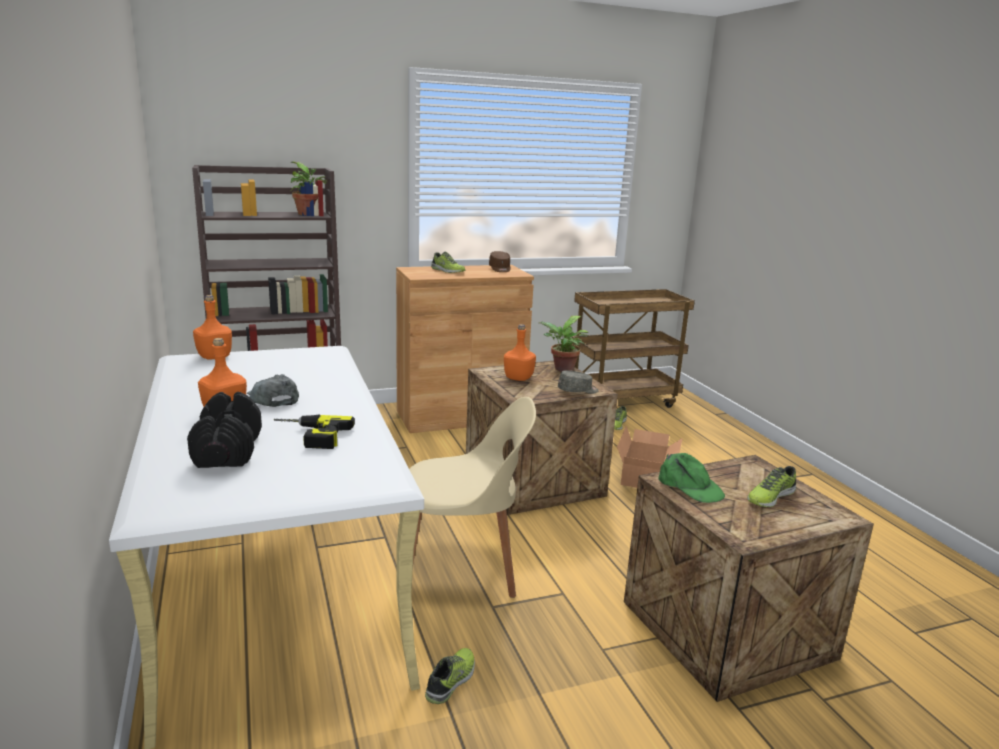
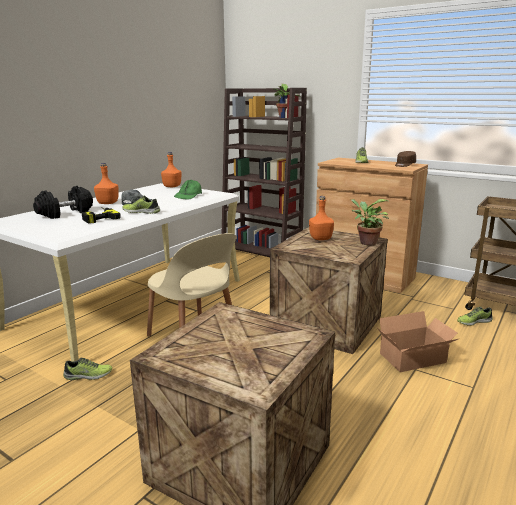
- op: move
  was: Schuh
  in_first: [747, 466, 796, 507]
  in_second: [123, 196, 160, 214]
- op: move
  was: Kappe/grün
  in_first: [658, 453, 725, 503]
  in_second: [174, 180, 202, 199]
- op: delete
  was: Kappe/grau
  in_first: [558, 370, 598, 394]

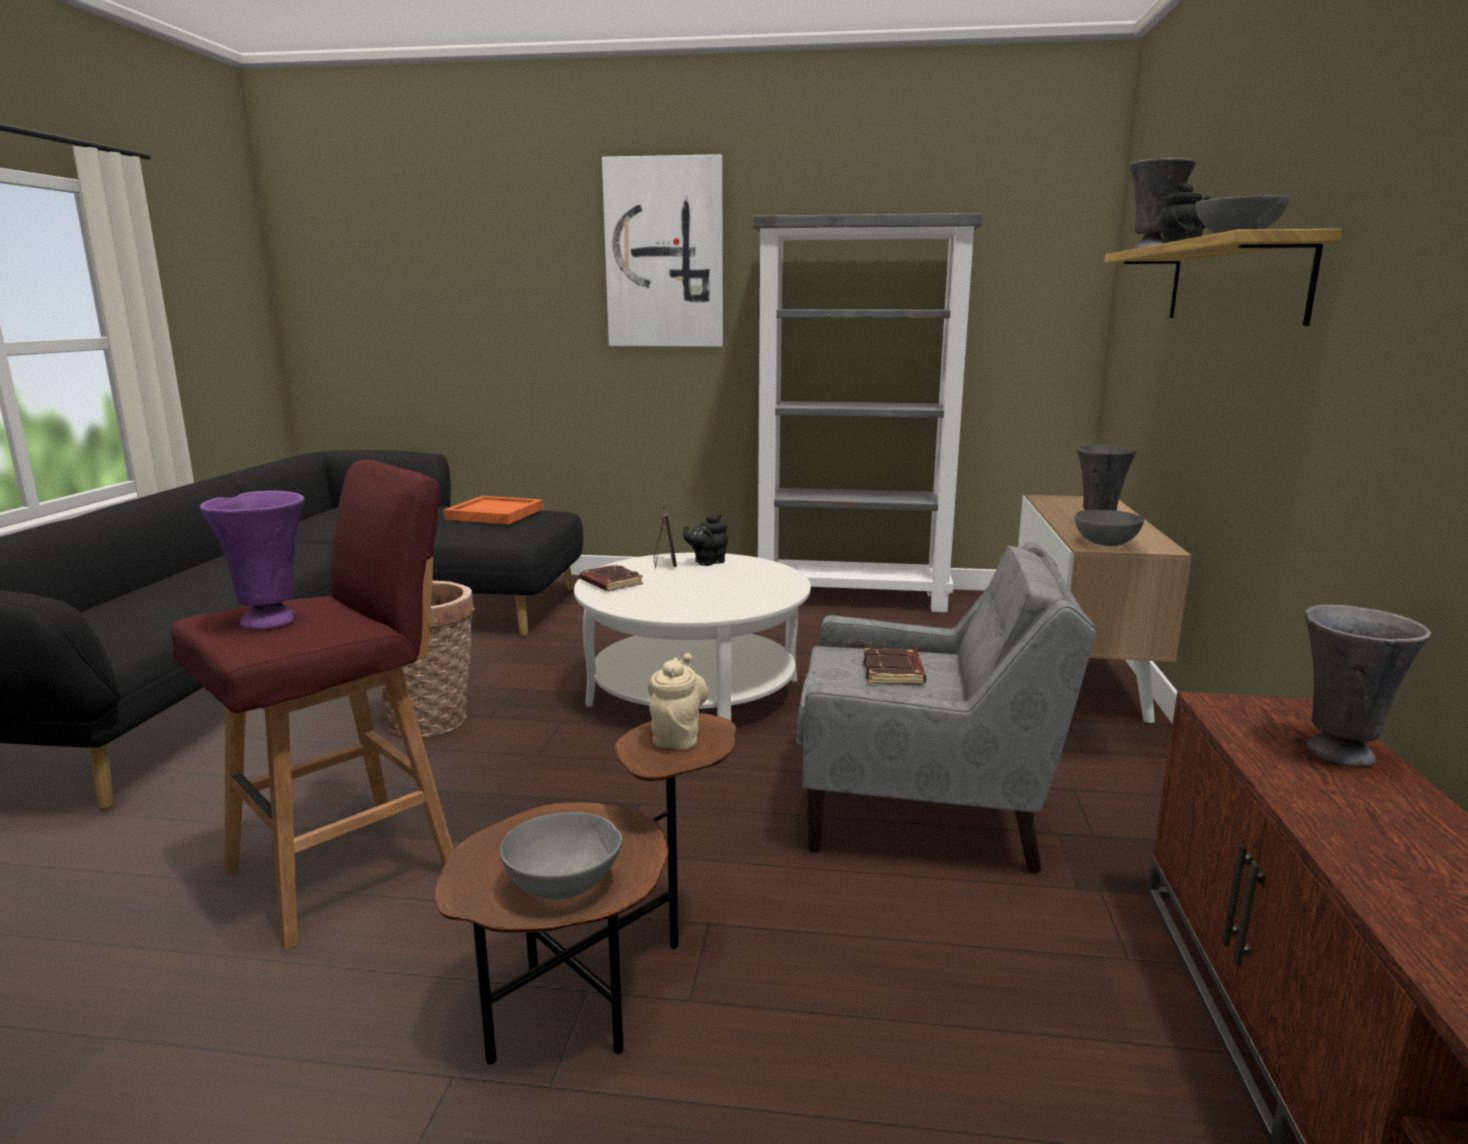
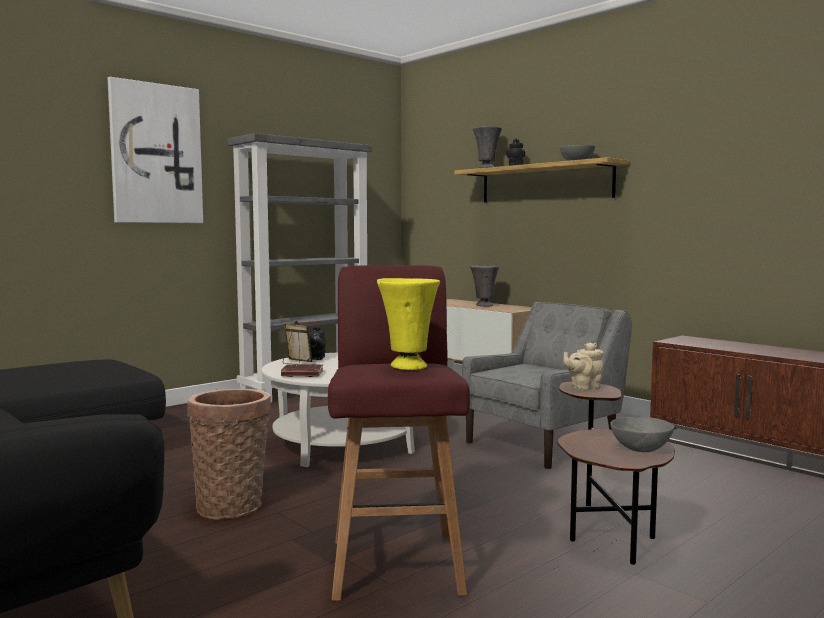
- op: recolor
  was: Vase/lila
  now: Vase/gelb
  in_first: [199, 491, 305, 630]
  in_second: [377, 278, 440, 370]
- op: rotate
  was: Teekanne/beige
  in_first: [648, 653, 708, 749]
  in_second: [563, 343, 604, 391]
  clockwise: -75
- op: delete
  was: Tablett/orange
  in_first: [443, 496, 543, 525]
- op: delete
  was: Buch/braun
  in_first: [863, 648, 926, 685]
- op: delete
  was: Schüssel/grau
  in_first: [1074, 510, 1144, 546]
- op: delete
  was: Vase/grau
  in_first: [1305, 604, 1431, 767]

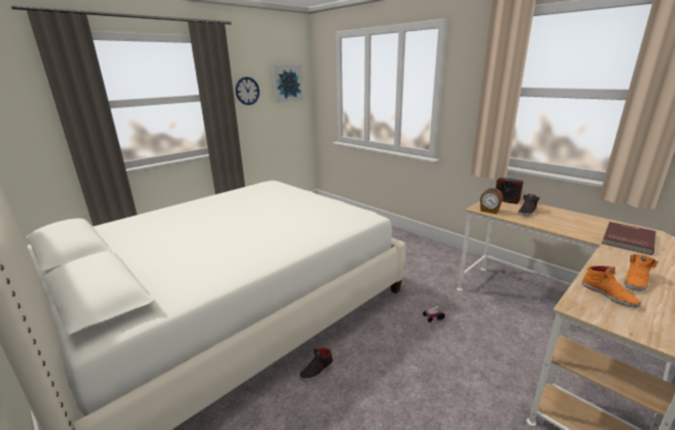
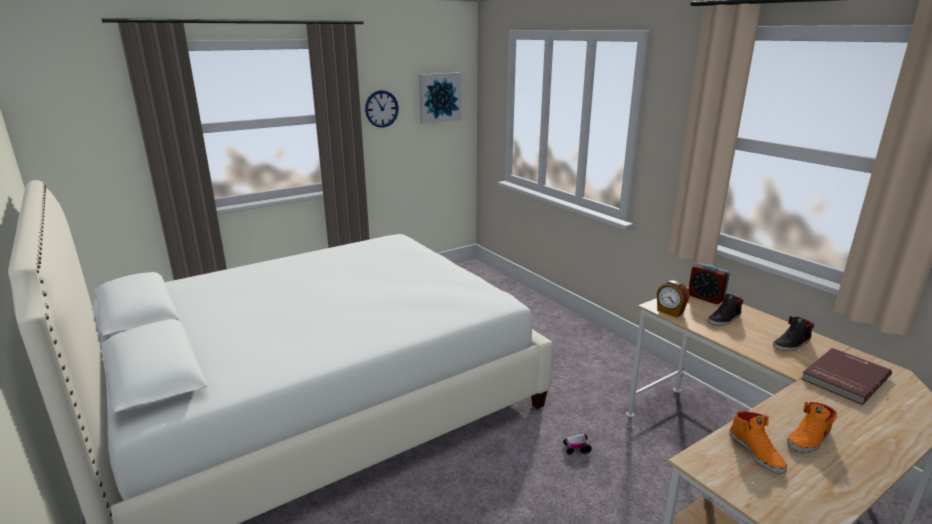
- op: move
  was: Schuh/schwarz
  in_first: [299, 348, 333, 381]
  in_second: [773, 316, 814, 351]

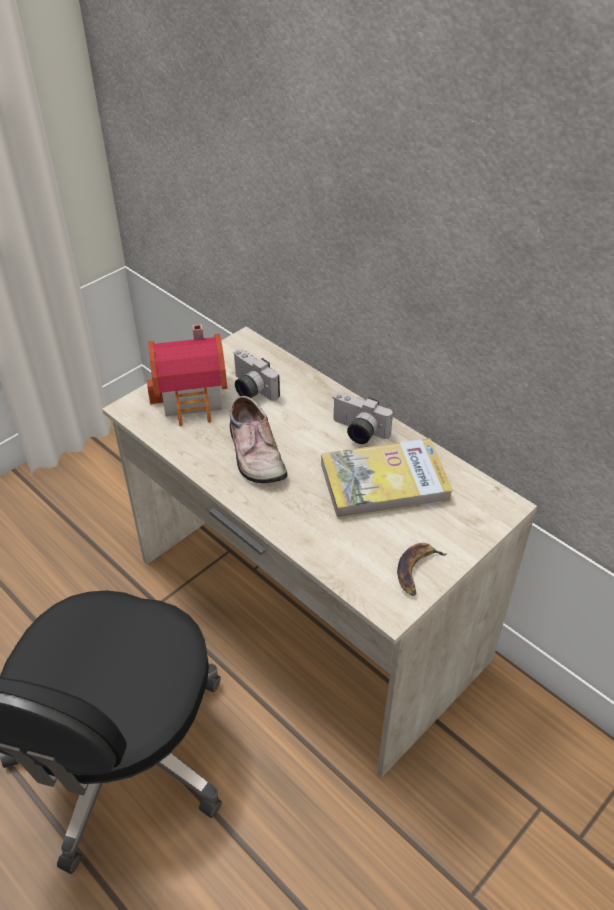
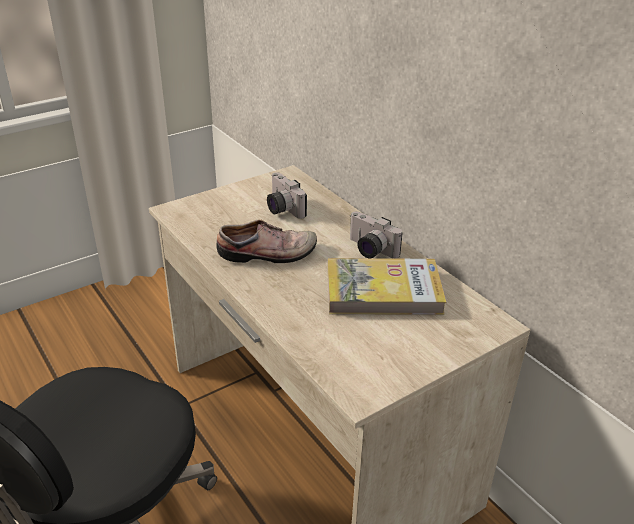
- op: rotate
  was: Schuh
  in_first: [230, 396, 288, 483]
  in_second: [216, 219, 317, 263]
  clockwise: -90
- op: delete
  was: Spielzeughaus
  in_first: [147, 324, 227, 426]
- op: delete
  was: Banane
  in_first: [397, 543, 448, 596]

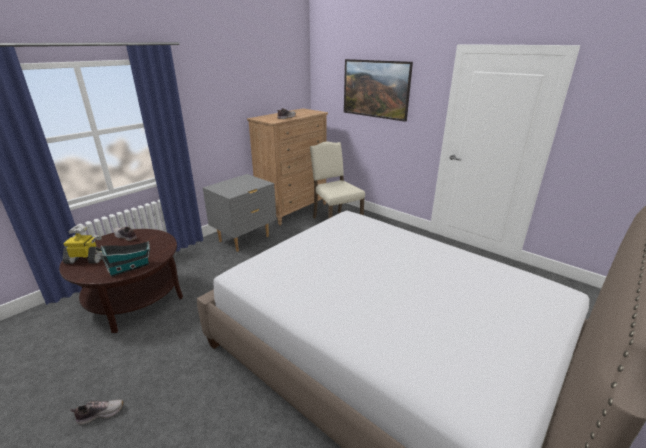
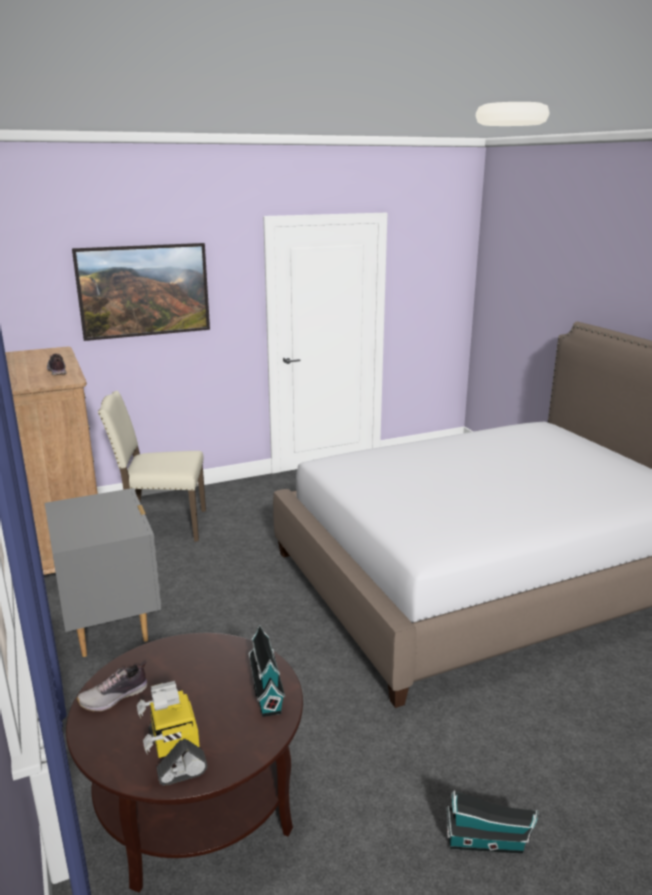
- op: rotate
  was: Spielzeugroboter
  in_first: [62, 225, 104, 264]
  in_second: [137, 681, 208, 786]
  clockwise: -45
- op: replace
  was: Schuh
  now: Spielzeughaus
  in_first: [70, 399, 124, 425]
  in_second: [447, 790, 539, 854]

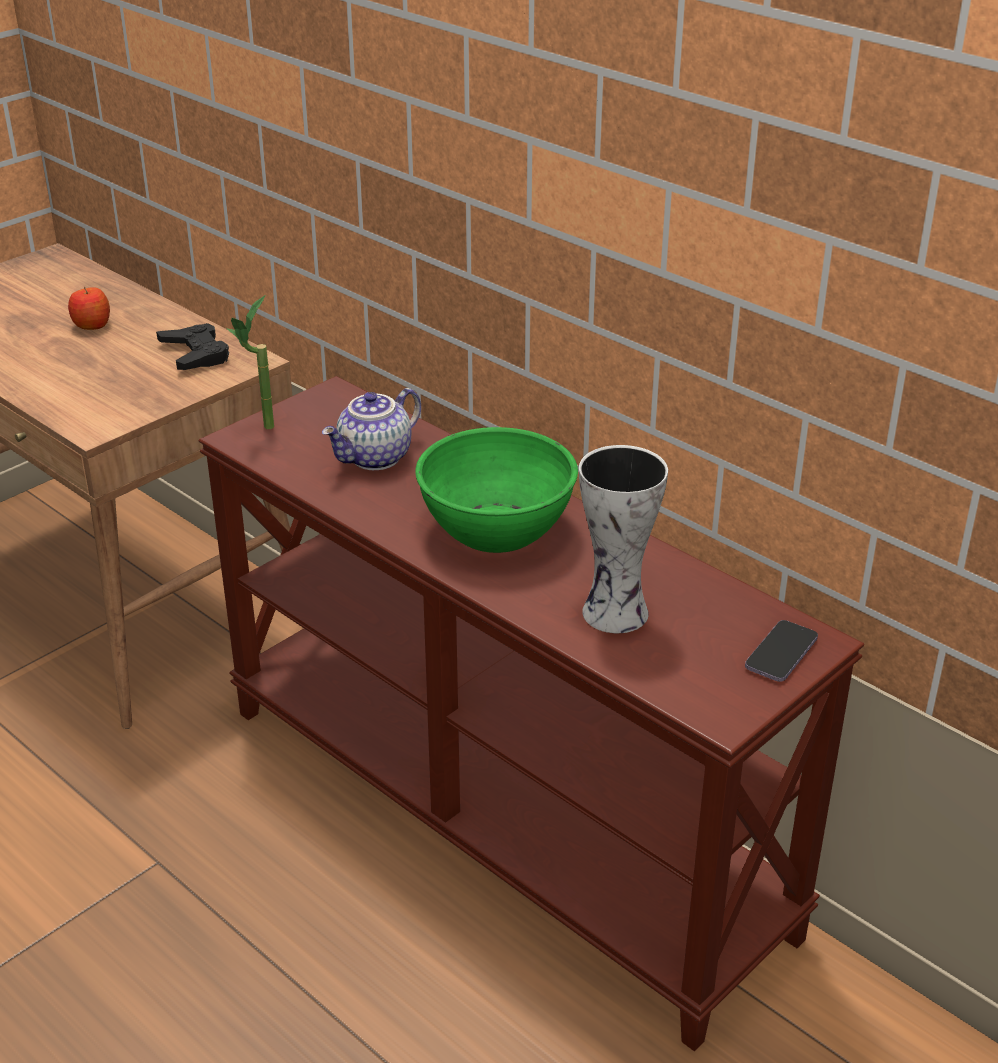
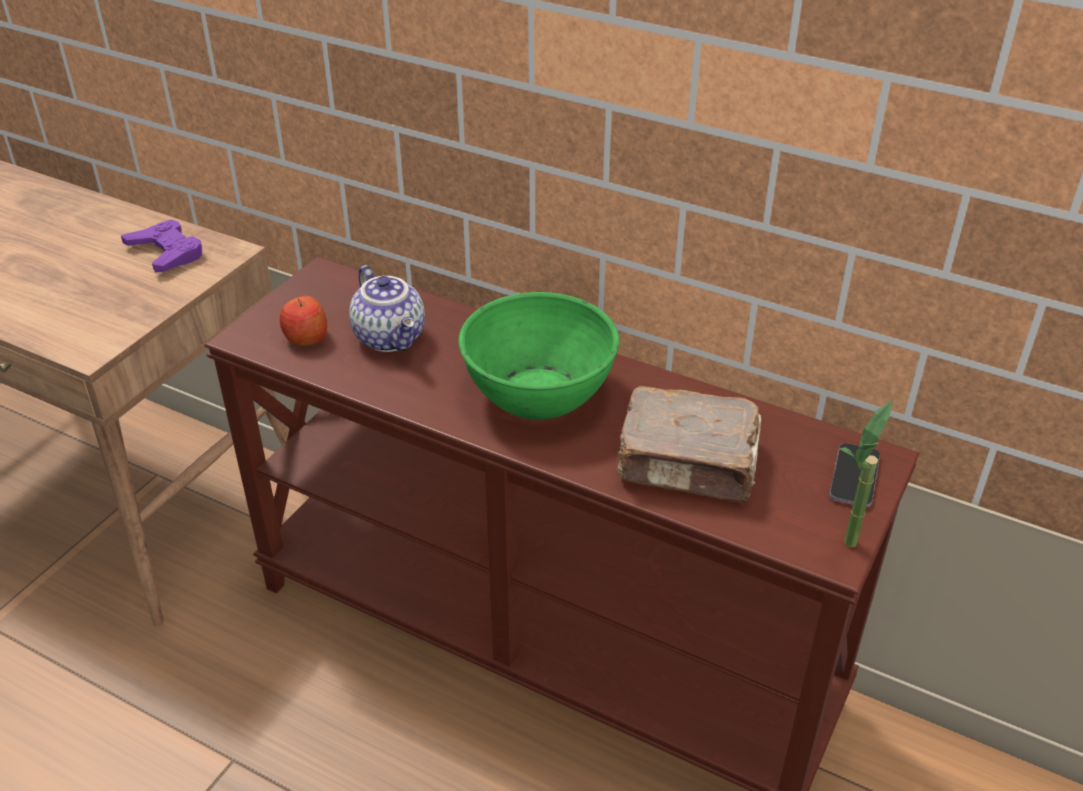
- op: recolor
  was: Gamepad/schwarz
  now: Gamepad/lila
  in_first: [156, 323, 229, 370]
  in_second: [121, 220, 202, 273]
- op: move
  was: Apfel
  in_first: [68, 287, 110, 330]
  in_second: [280, 296, 327, 346]
- op: rotate
  was: Teekanne
  in_first: [322, 388, 421, 470]
  in_second: [349, 265, 425, 352]
  clockwise: -60
- op: replace
  was: Vase
  now: Buch/braun
  in_first: [579, 445, 668, 633]
  in_second: [617, 386, 761, 503]
- op: move
  was: Topfpflanze
  in_first: [226, 295, 274, 429]
  in_second: [839, 401, 893, 547]

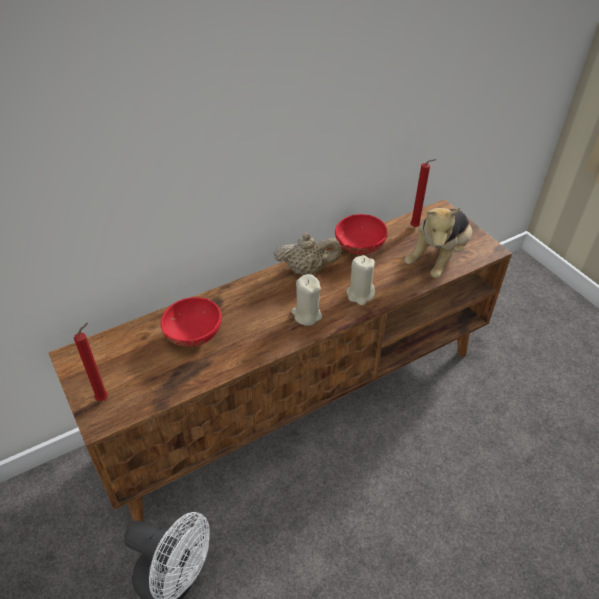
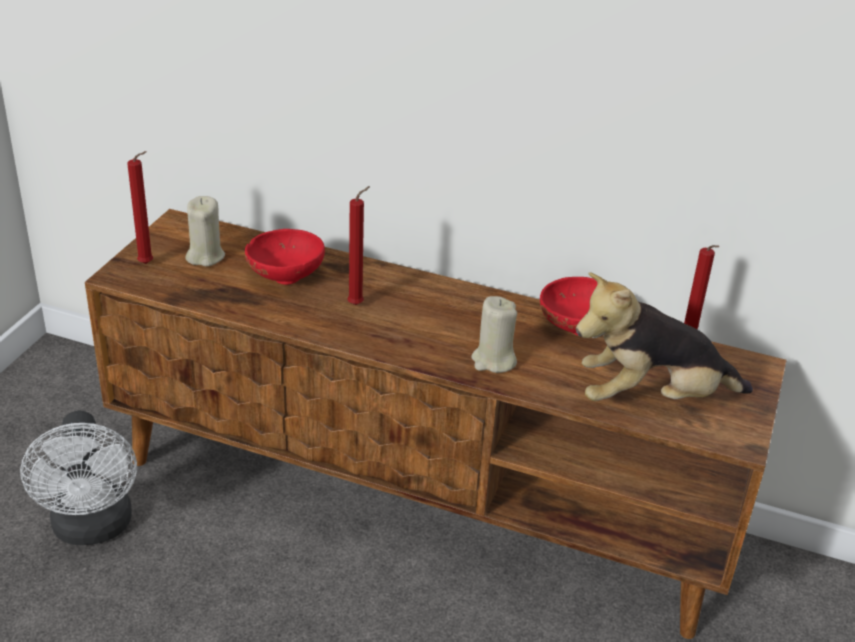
- op: move
  was: Kerze/beige
  in_first: [291, 274, 322, 326]
  in_second: [186, 196, 225, 266]
- op: insert
  now: Kerze/rot
  in_second: [347, 186, 370, 305]
- op: delete
  was: Teekanne/beige
  in_first: [274, 233, 341, 275]

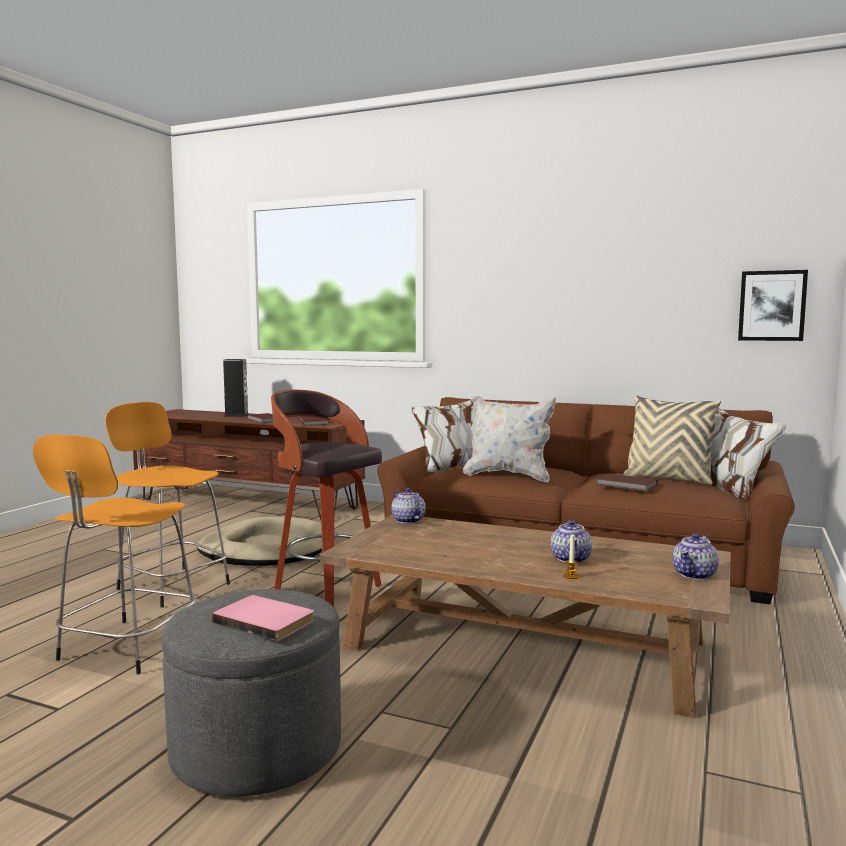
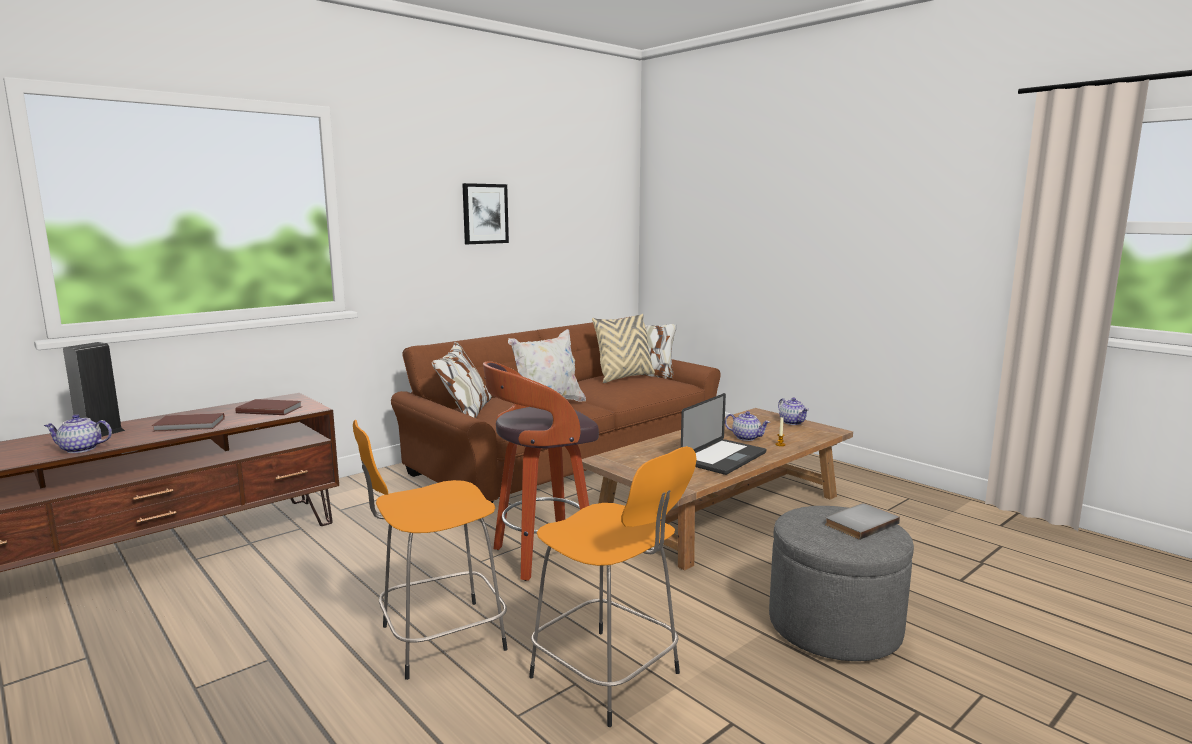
- op: move
  was: Teekanne
  in_first: [391, 488, 425, 524]
  in_second: [44, 414, 112, 453]
- op: move
  was: Bild
  in_first: [738, 270, 808, 341]
  in_second: [462, 183, 509, 244]
- op: insert
  now: Laptop
  in_second: [681, 393, 766, 475]
- op: recolor
  was: Buch/rosa
  now: Buch/grau
  in_first: [212, 595, 314, 641]
  in_second: [825, 503, 900, 540]
- op: delete
  was: Hundebett/beige
  in_first: [197, 516, 335, 566]
- op: delete
  was: Buch/braun
  in_first: [596, 473, 658, 491]

